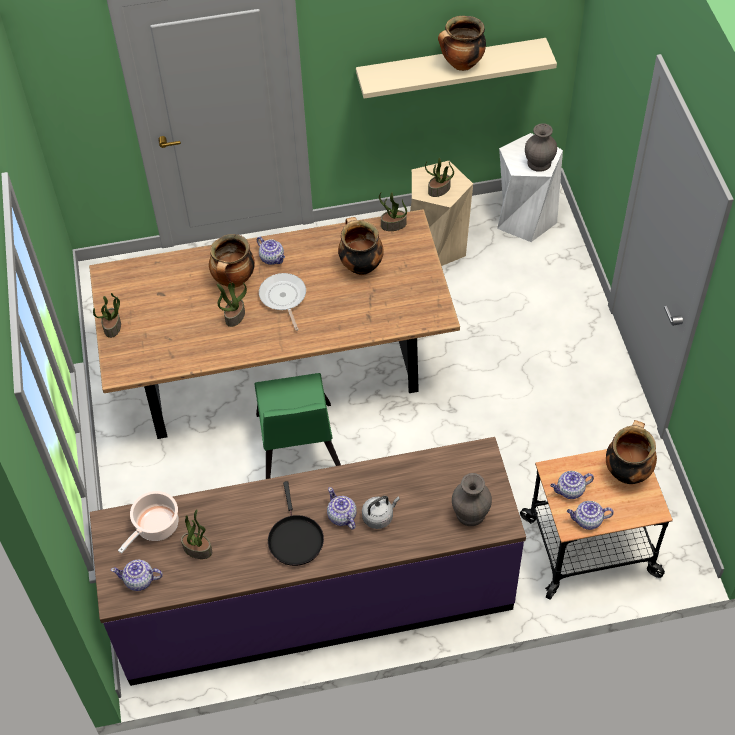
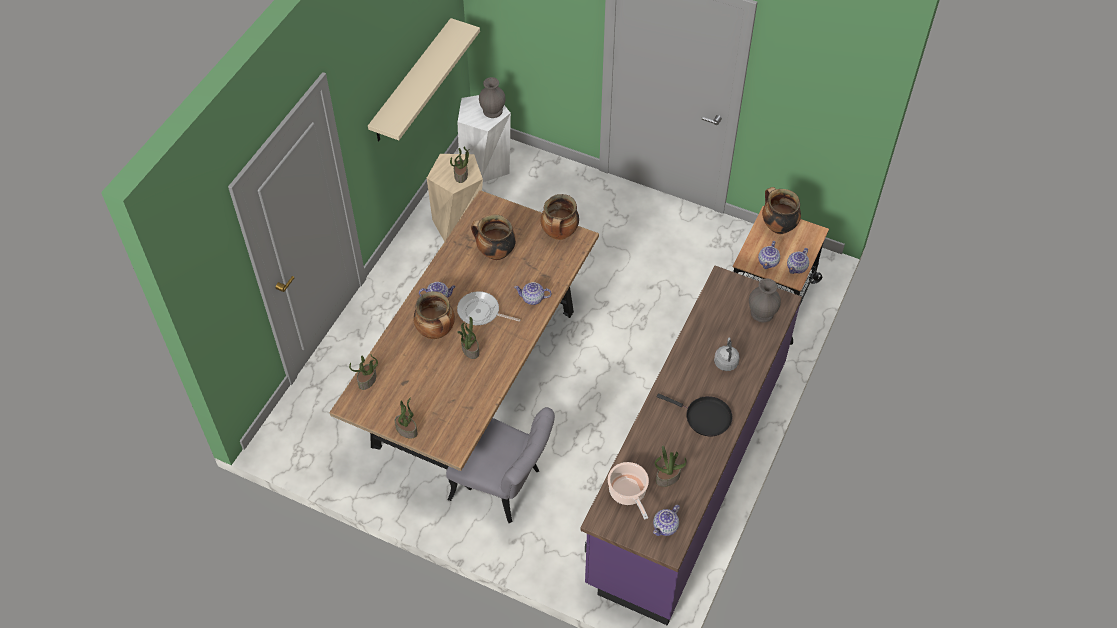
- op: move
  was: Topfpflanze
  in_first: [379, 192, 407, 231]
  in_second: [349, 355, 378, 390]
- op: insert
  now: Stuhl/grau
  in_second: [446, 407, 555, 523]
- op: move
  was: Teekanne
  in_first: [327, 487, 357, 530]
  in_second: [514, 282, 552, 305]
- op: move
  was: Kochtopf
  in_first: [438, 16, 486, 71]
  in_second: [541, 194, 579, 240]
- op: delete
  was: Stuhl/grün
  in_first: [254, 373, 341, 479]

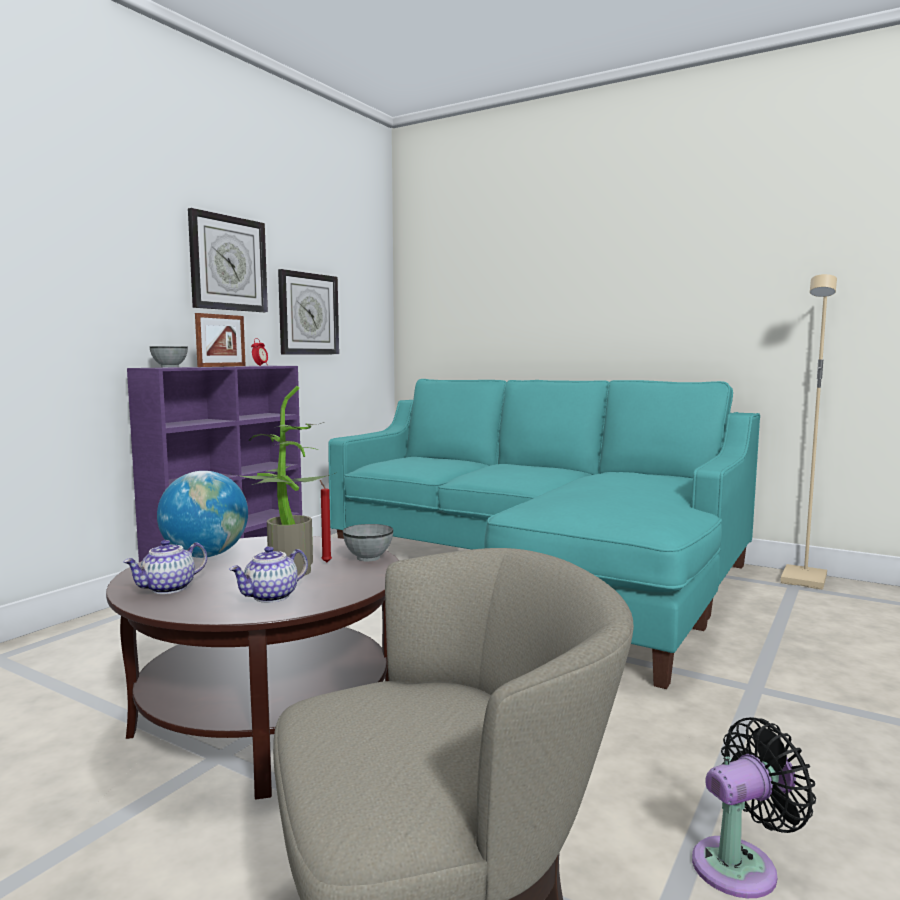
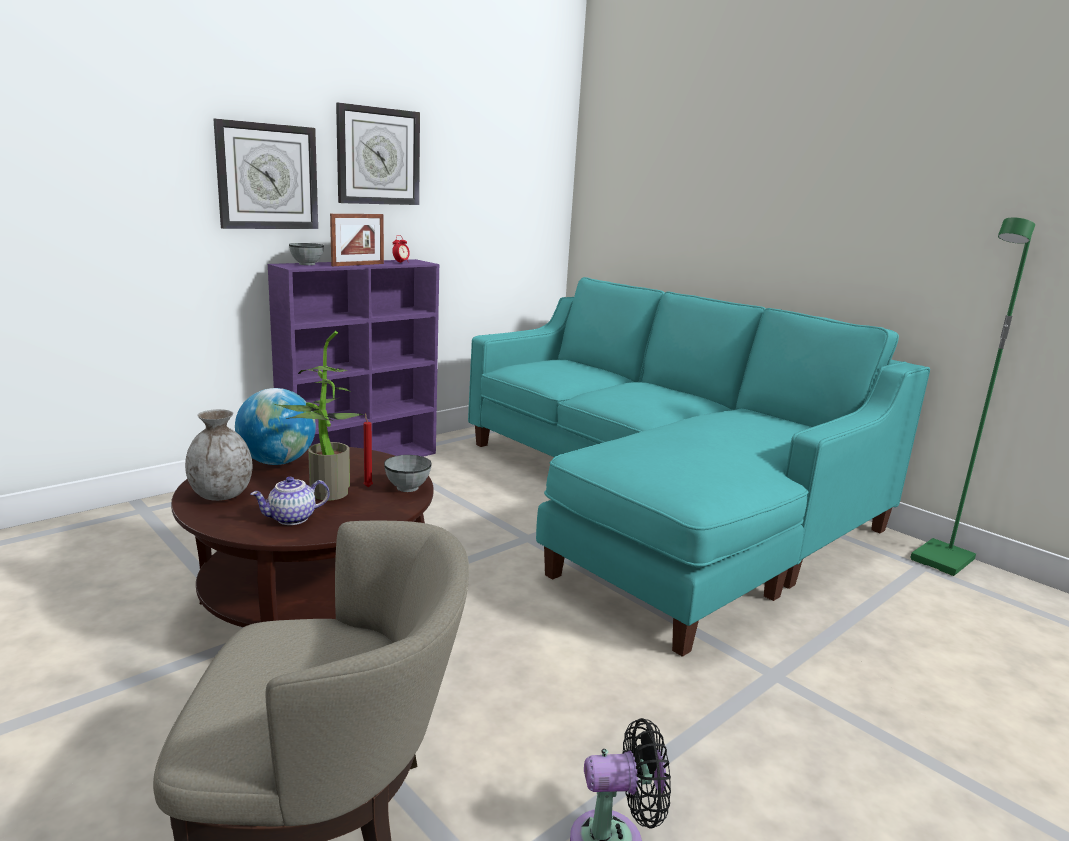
- op: replace
  was: Teekanne
  now: Vase/grau
  in_first: [123, 540, 207, 594]
  in_second: [185, 409, 252, 501]
- op: move
  was: Wanduhr
  in_first: [278, 269, 339, 354]
  in_second: [213, 119, 318, 229]
- op: recolor
  was: Stehlampe/beige
  now: Stehlampe/grün
  in_first: [781, 274, 837, 589]
  in_second: [910, 217, 1035, 576]

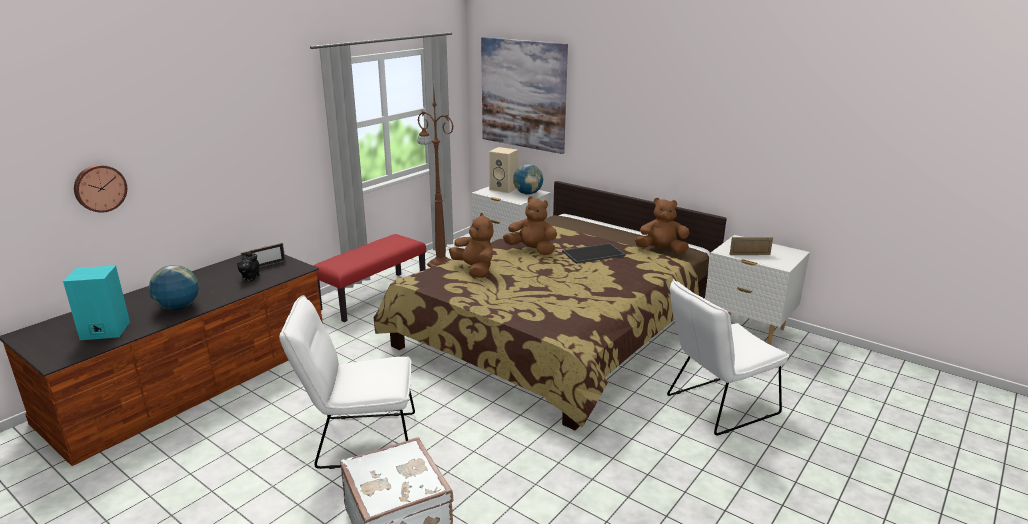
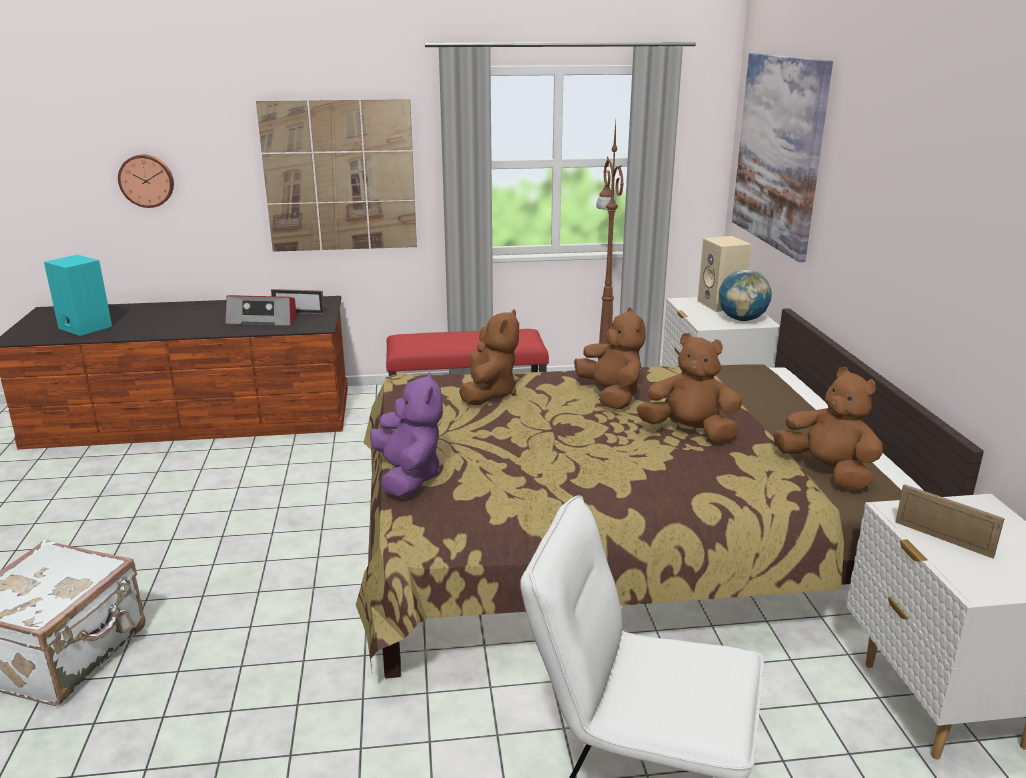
- op: replace
  was: Teekanne/schwarz
  now: Radio
  in_first: [237, 251, 260, 281]
  in_second: [225, 295, 296, 326]
- op: insert
  now: Bild
  in_second: [256, 99, 417, 252]
- op: insert
  now: Plüschtier/lila
  in_second: [370, 372, 443, 498]
- op: replace
  was: Tablett
  now: Plüschtier/braun
  in_first: [562, 243, 625, 264]
  in_second: [637, 333, 742, 442]
- op: delete
  was: Globus
  in_first: [149, 265, 199, 310]
- op: delete
  was: Stuhl/weiß
  in_first: [279, 295, 415, 469]

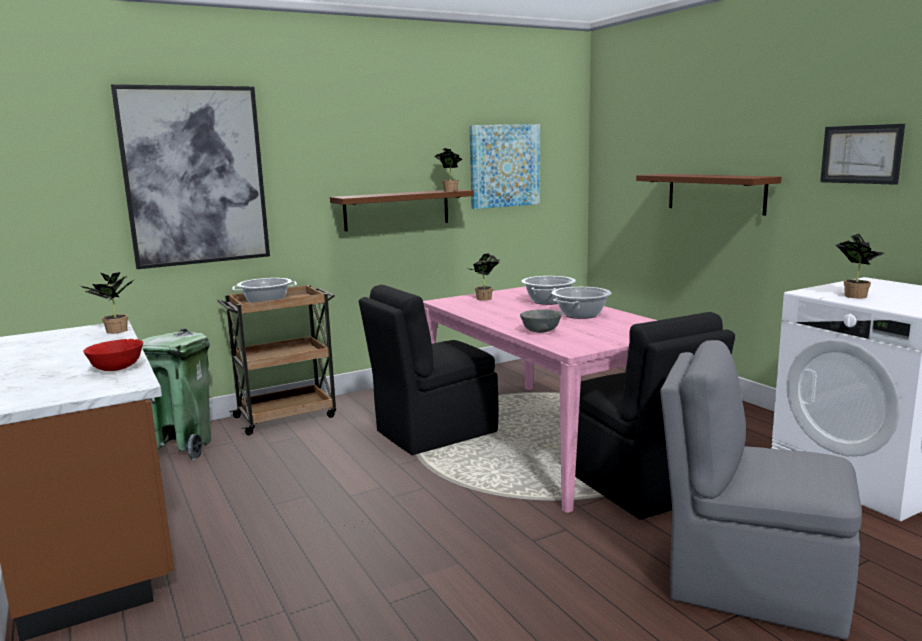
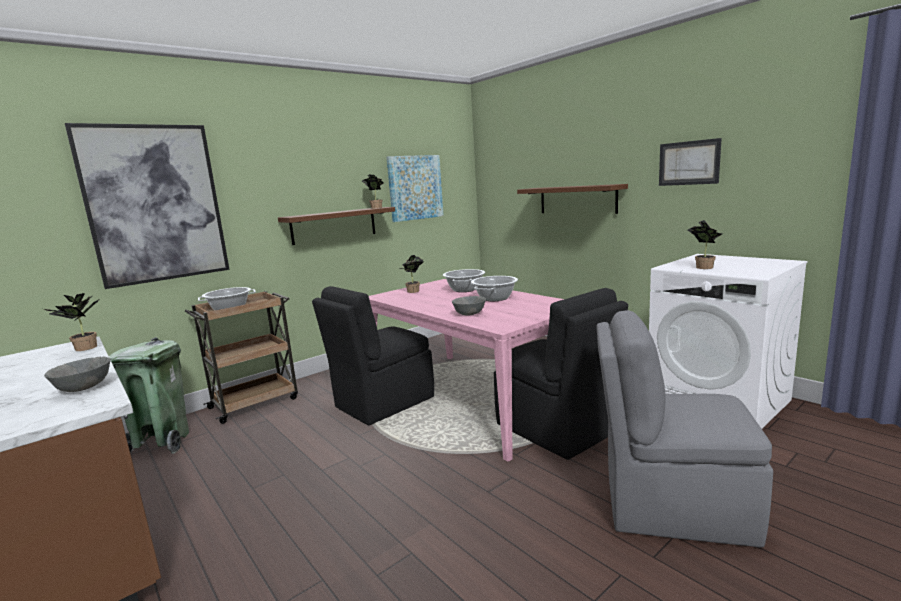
- op: recolor
  was: Schüssel/rot
  now: Schüssel/grau
  in_first: [83, 339, 143, 371]
  in_second: [44, 357, 111, 392]

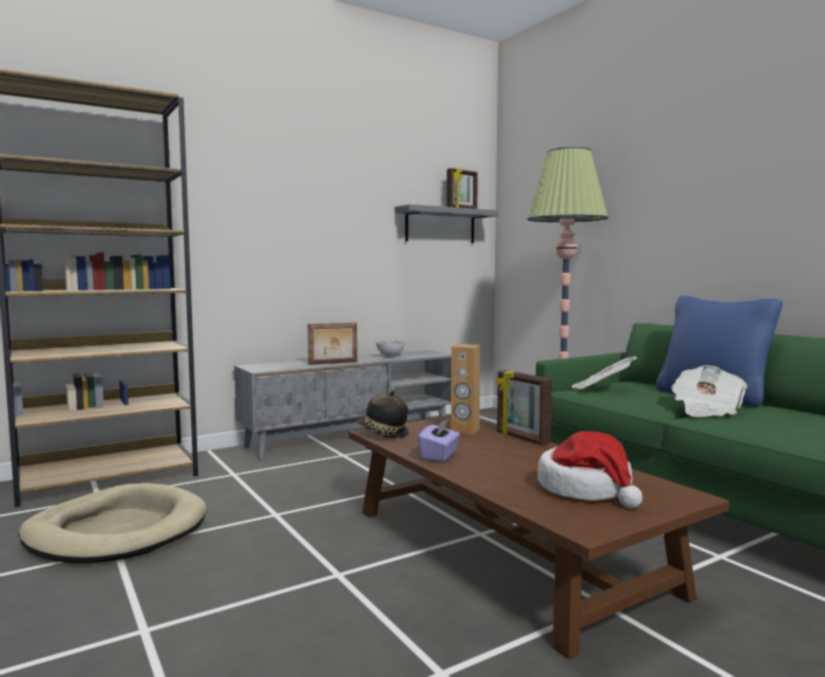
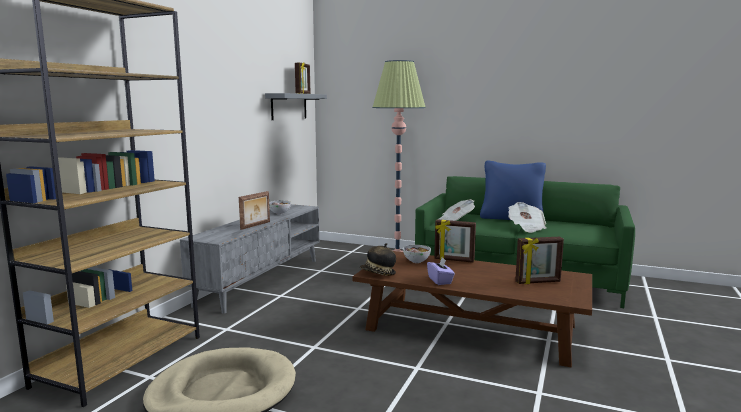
- op: replace
  was: Lautsprecher/braun
  now: Schüssel
  in_first: [451, 344, 480, 435]
  in_second: [403, 245, 431, 263]
- op: replace
  was: Hut
  now: Bilderrahmen
  in_first: [538, 431, 643, 508]
  in_second: [515, 237, 564, 284]

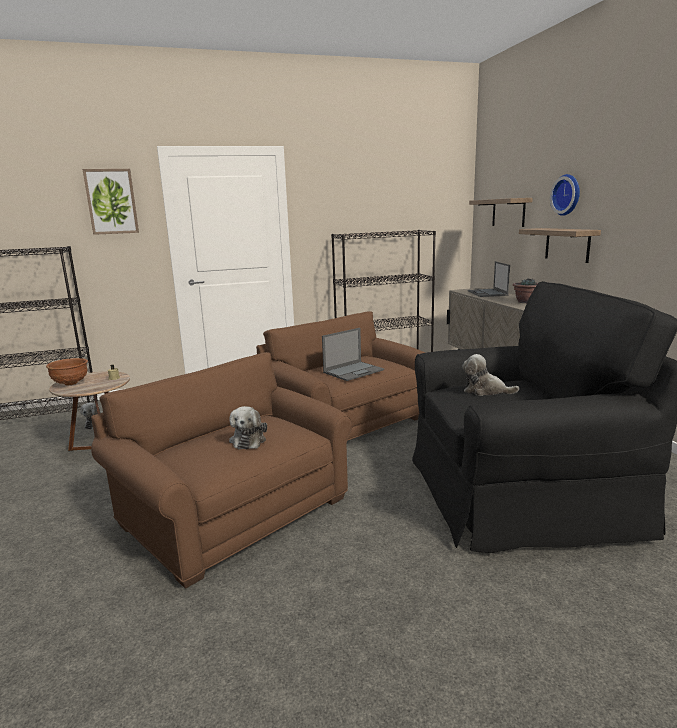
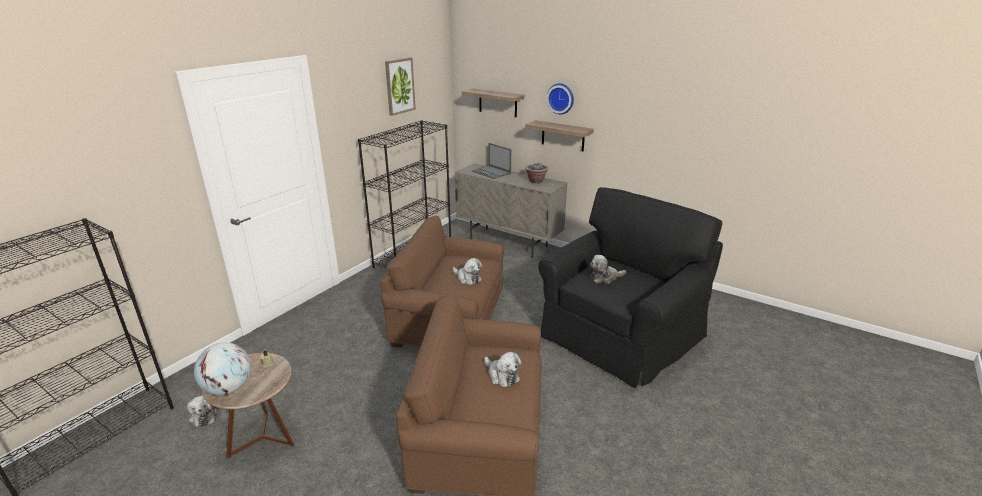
- op: replace
  was: Schüssel/braun
  now: Globus
  in_first: [46, 358, 88, 385]
  in_second: [194, 343, 251, 395]
- op: move
  was: Bild
  in_first: [83, 169, 139, 235]
  in_second: [385, 58, 416, 116]
- op: replace
  was: Laptop
  now: Plüschtier
  in_first: [322, 328, 384, 381]
  in_second: [453, 258, 482, 285]

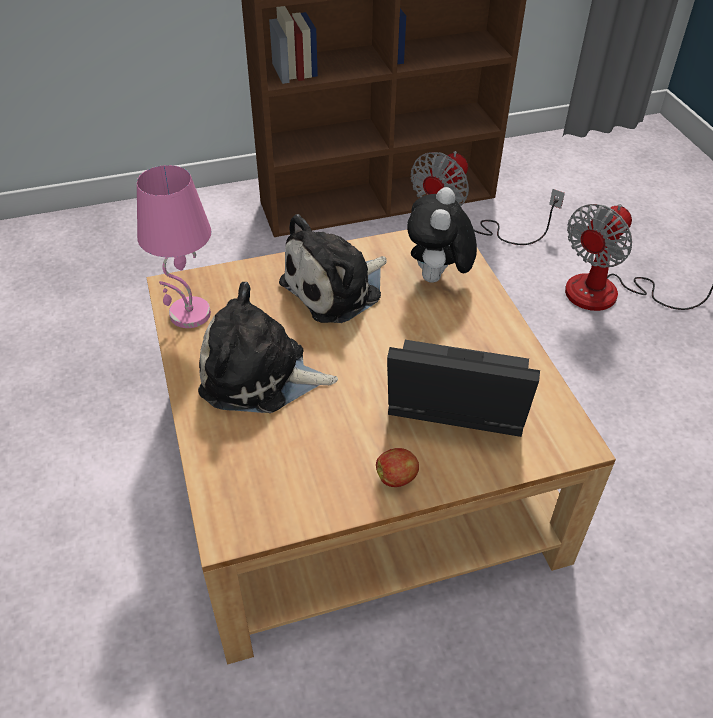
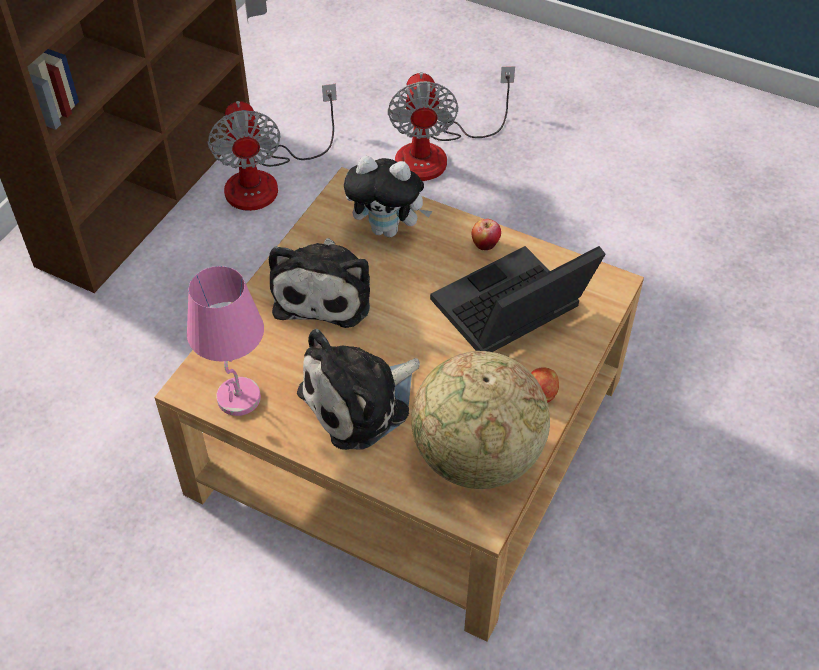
- op: rotate
  was: Plüschtier
  in_first: [407, 187, 477, 283]
  in_second: [344, 156, 432, 238]
  clockwise: -45
- op: insert
  now: Globus
  in_second: [411, 351, 550, 489]
- op: insert
  now: Apfel
  in_second: [471, 219, 501, 250]

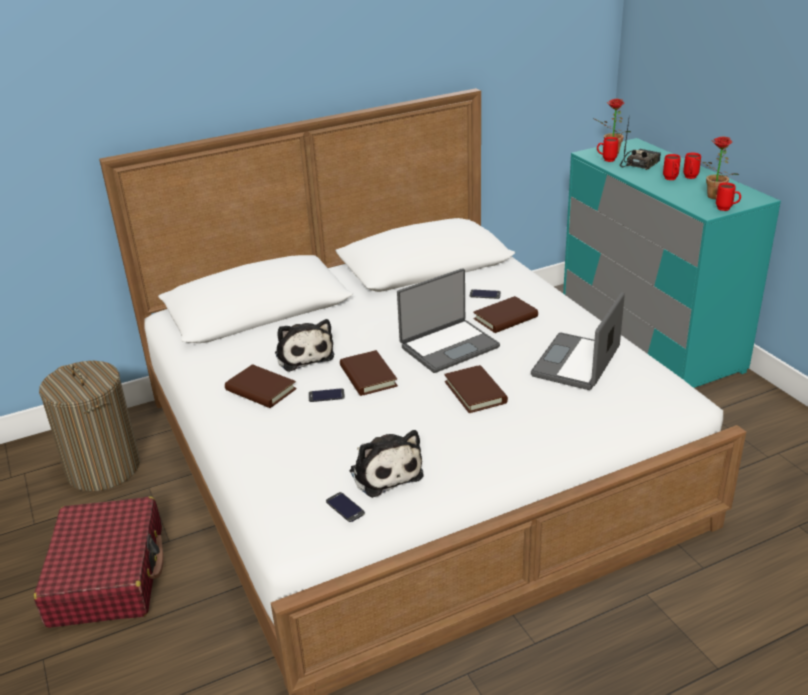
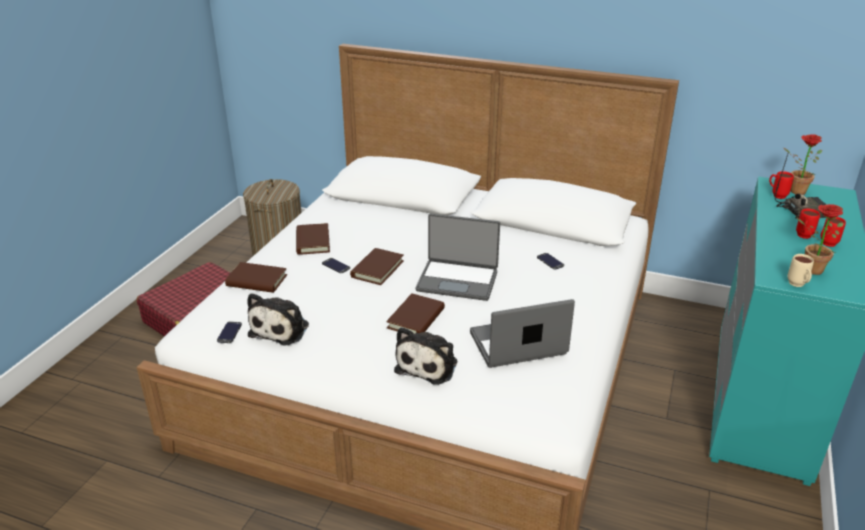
- op: move
  was: Buch/braun
  in_first: [473, 296, 538, 333]
  in_second: [225, 262, 287, 293]
- op: move
  was: Plüschtier
  in_first: [275, 319, 335, 372]
  in_second: [394, 327, 457, 385]
- op: recolor
  was: Henkelbecher/rot
  now: Henkelbecher/beige
  in_first: [716, 182, 741, 211]
  in_second: [787, 254, 814, 287]

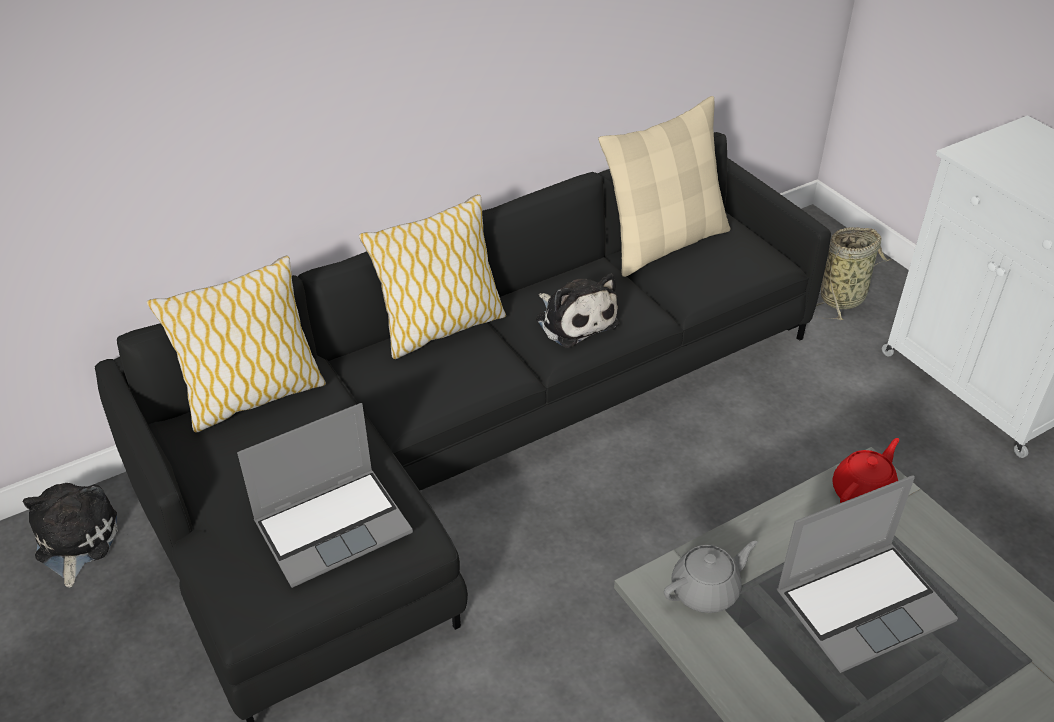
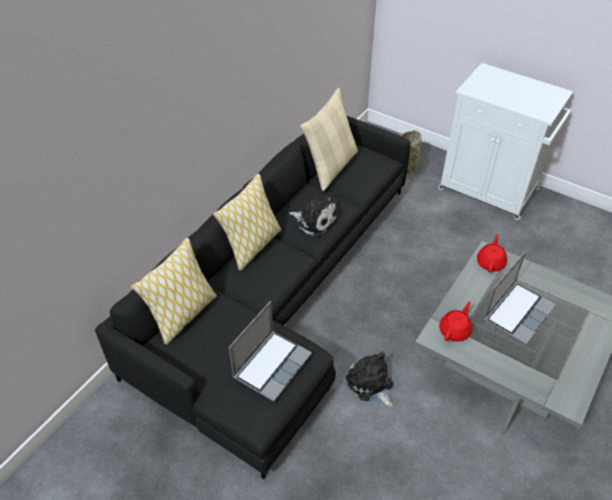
- op: move
  was: Plüschtier
  in_first: [23, 483, 118, 588]
  in_second: [346, 352, 393, 407]
- op: recolor
  was: Teekanne/grau
  now: Teekanne/rot
  in_first: [664, 541, 758, 613]
  in_second: [439, 302, 472, 341]

